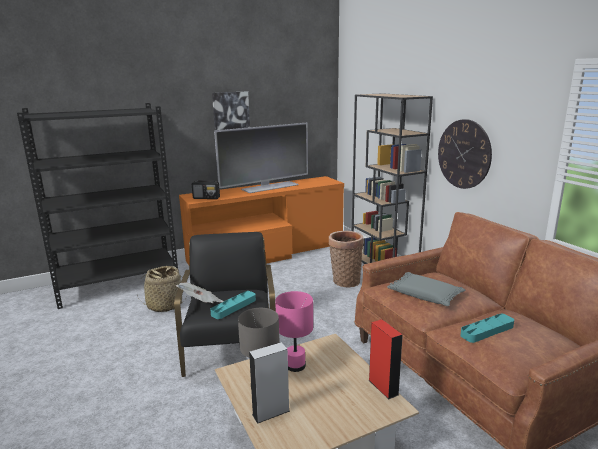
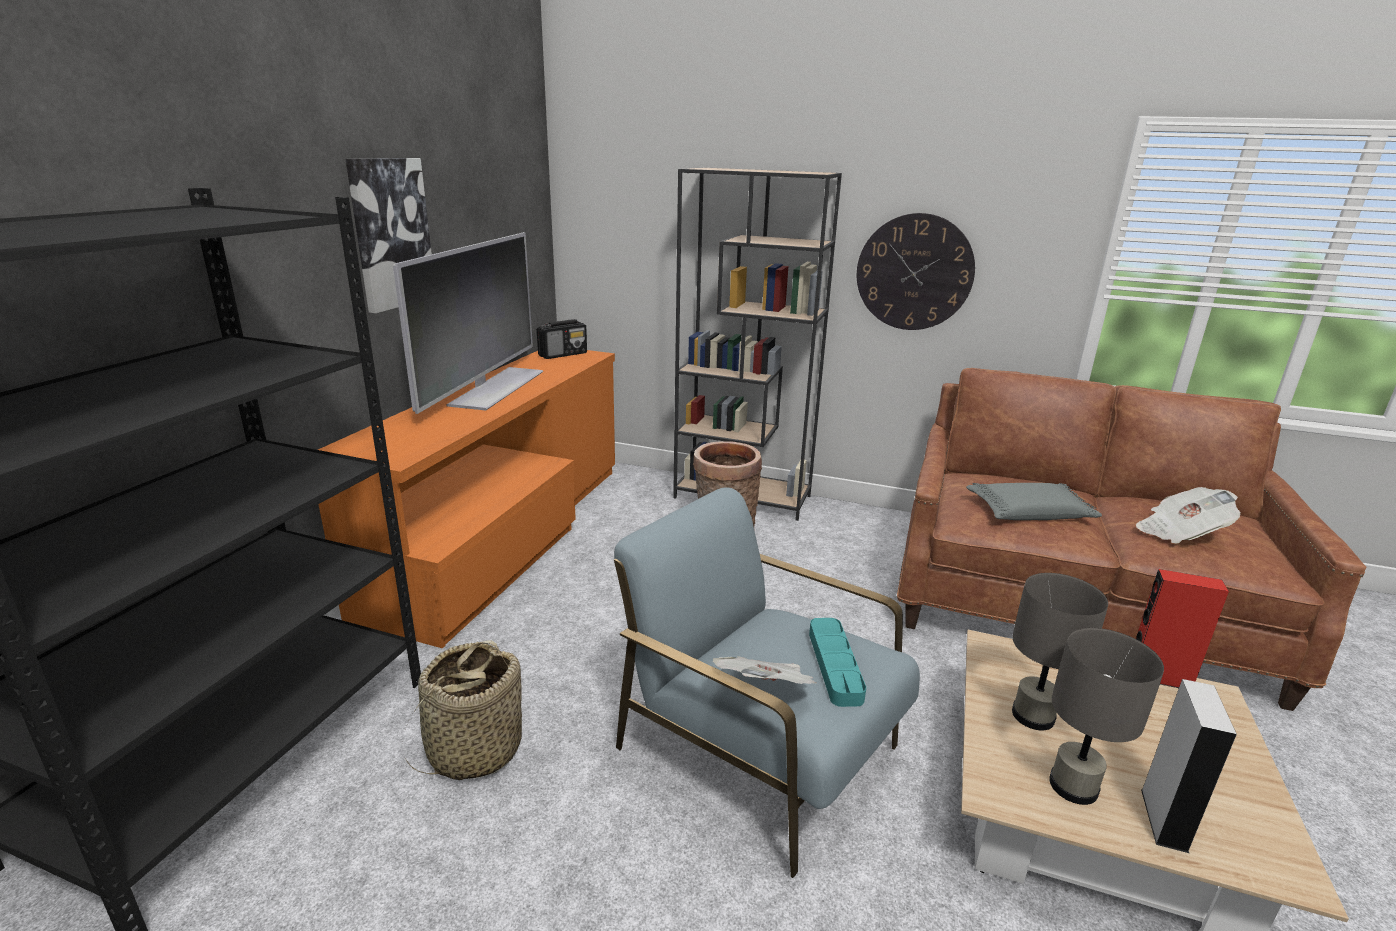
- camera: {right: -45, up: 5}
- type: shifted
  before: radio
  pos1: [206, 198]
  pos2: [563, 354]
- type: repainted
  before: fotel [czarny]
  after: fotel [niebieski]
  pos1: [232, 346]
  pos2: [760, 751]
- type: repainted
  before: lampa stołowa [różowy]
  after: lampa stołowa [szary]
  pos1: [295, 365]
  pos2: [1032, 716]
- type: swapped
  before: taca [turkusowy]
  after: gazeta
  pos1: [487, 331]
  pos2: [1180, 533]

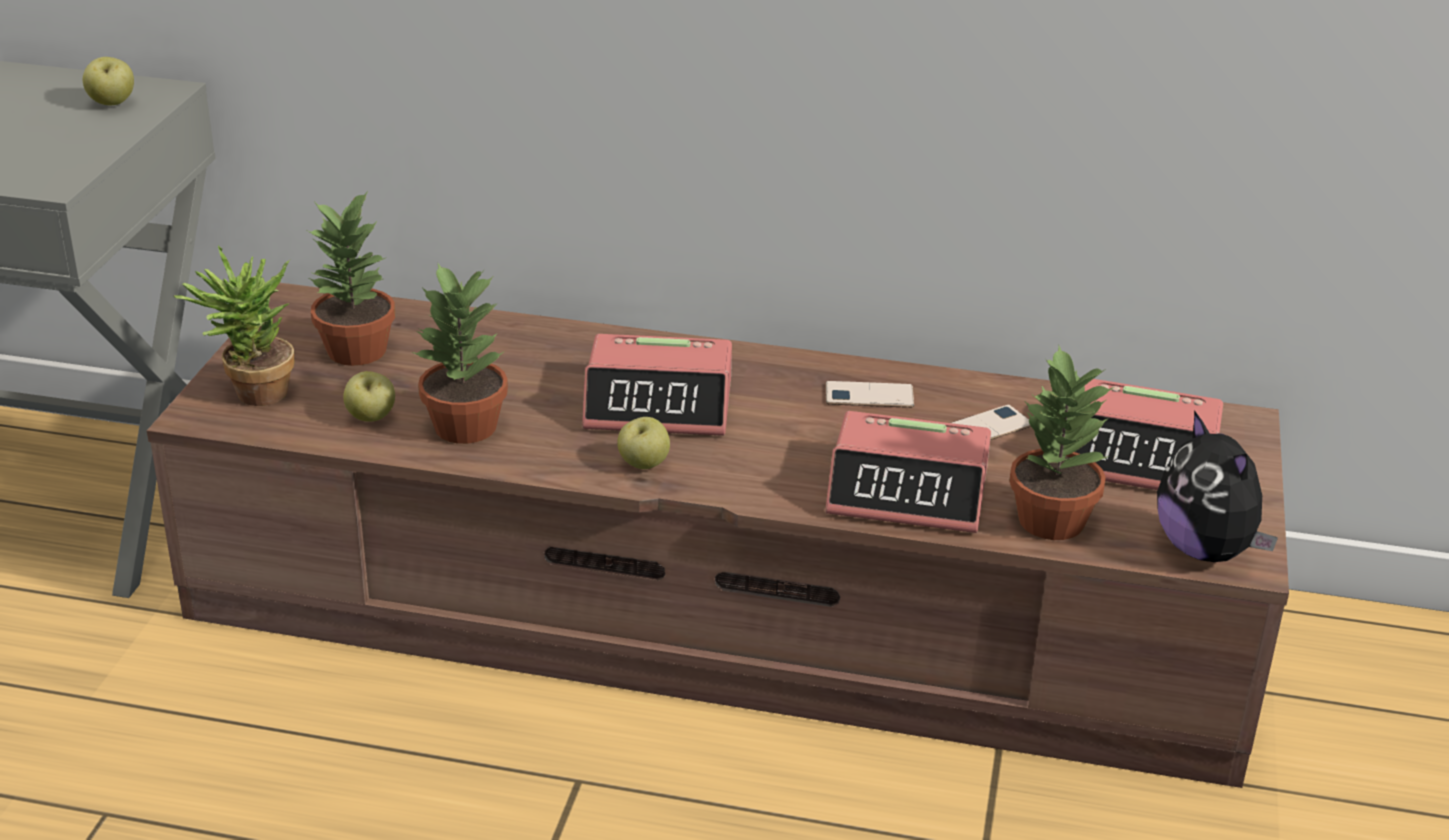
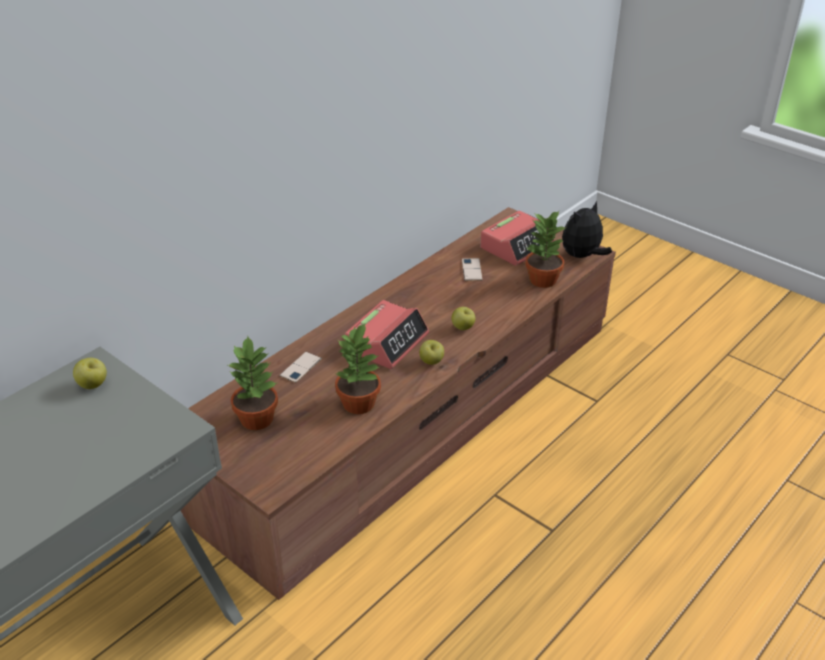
- camera: {right: -60, up: 5}
- type: shifted
  before: telefon
  pos1: [869, 395]
  pos2: [301, 367]
- type: shifted
  before: jabłko
  pos1: [371, 418]
  pos2: [463, 328]
- type: rotated
  before: pluszak
  pos1: [1206, 550]
  pos2: [582, 256]
  turn: 135
- type: gone
  before: roślina doniczkowa
  pos1: [251, 395]
- type: gone
  before: budzik
  pos1: [908, 492]

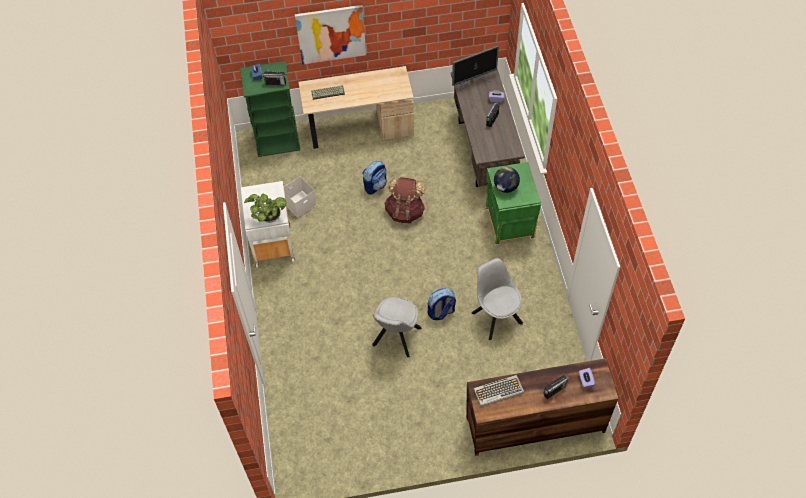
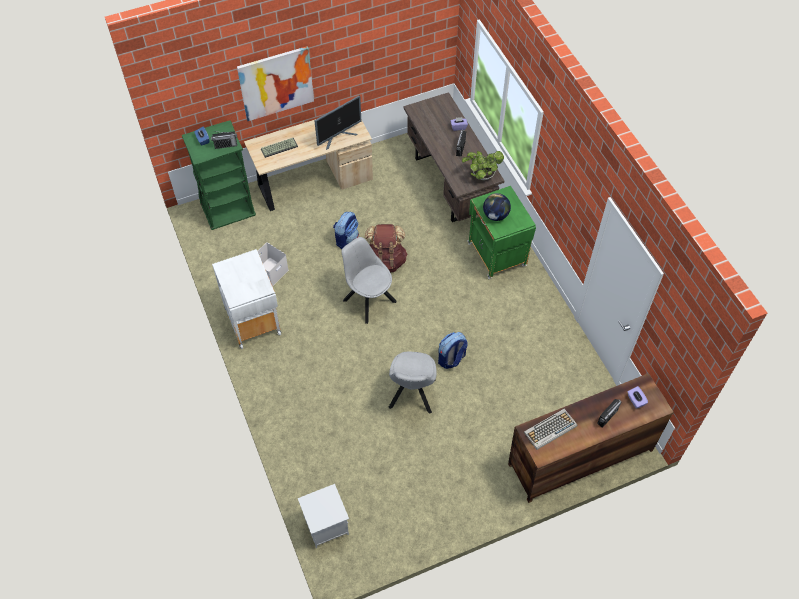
- camera: {right: -15, up: 0}
- type: new
  after: szafka nocna [szary]
  pos2: [325, 525]
- type: shifted
  before: monitor
  pos1: [473, 80]
  pos2: [338, 137]
- type: shifted
  before: krzesło [szary]
  pos1: [496, 317]
  pos2: [368, 300]
- type: shifted
  before: roślina doniczkowa
  pos1: [268, 217]
  pos2: [481, 176]

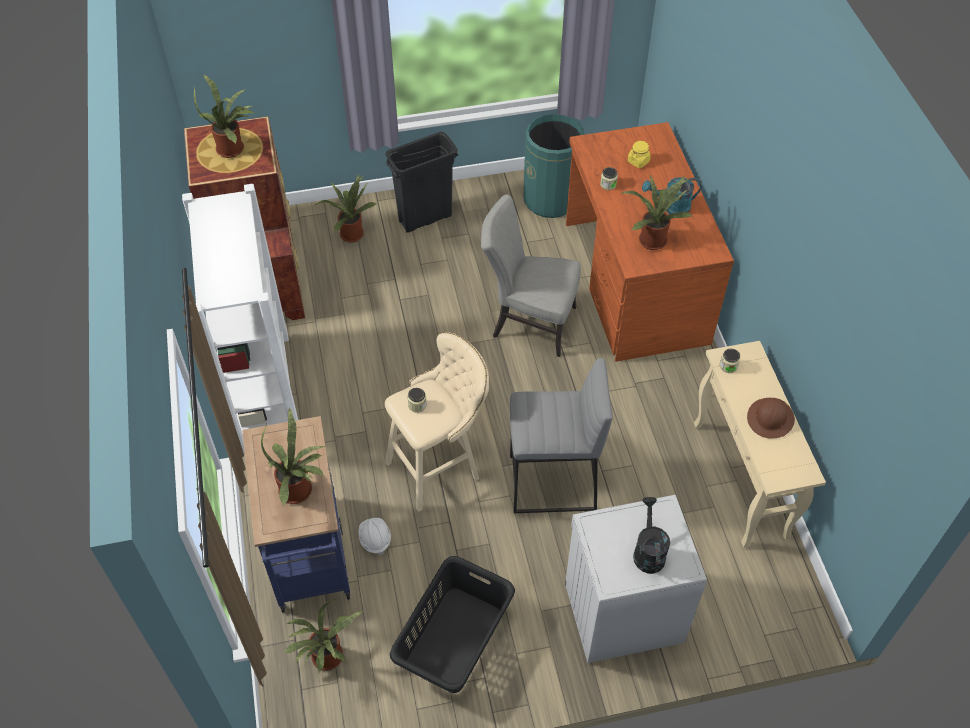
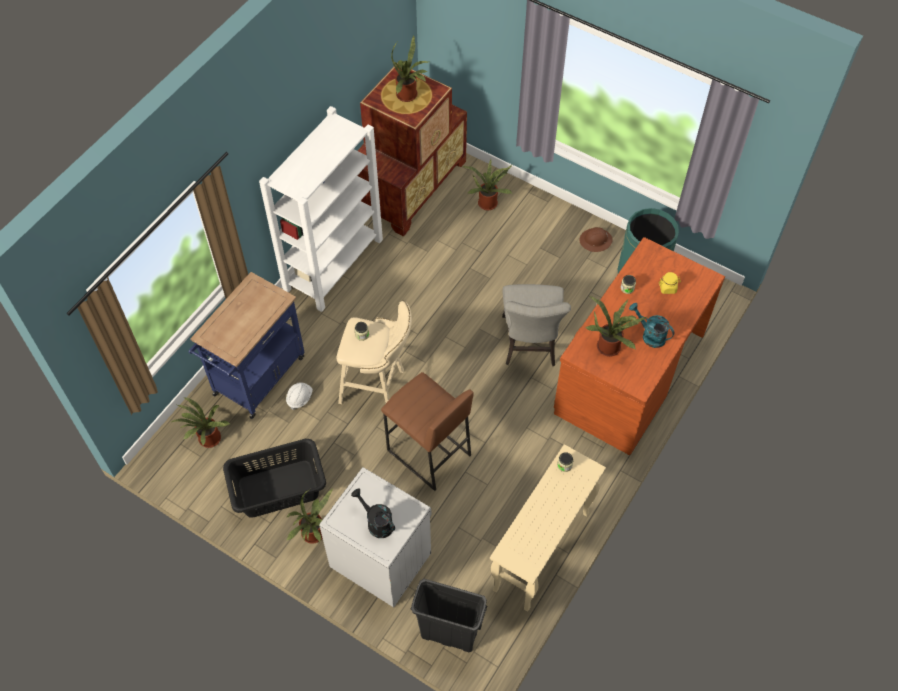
- camera: {right: 45, up: 5}
- type: shifted
  before: roślina doniczkowa
  pos1: [299, 491]
  pos2: [315, 535]
- type: rotated
  before: konewka [czarny]
  pos1: [648, 551]
  pos2: [376, 523]
  turn: -90
- type: repainted
  before: stołek [szary]
  after: stołek [brązowy]
  pos1: [552, 483]
  pos2: [428, 453]
- type: shifted
  before: kosz na śmieci [czarny]
  pos1: [425, 218]
  pos2: [449, 635]
- type: rotated
  before: krzesło [szary]
  pos1: [528, 322]
  pos2: [530, 344]
  turn: -150
- type: shifted
  before: kask [brązowy]
  pos1: [770, 419]
  pos2: [595, 240]

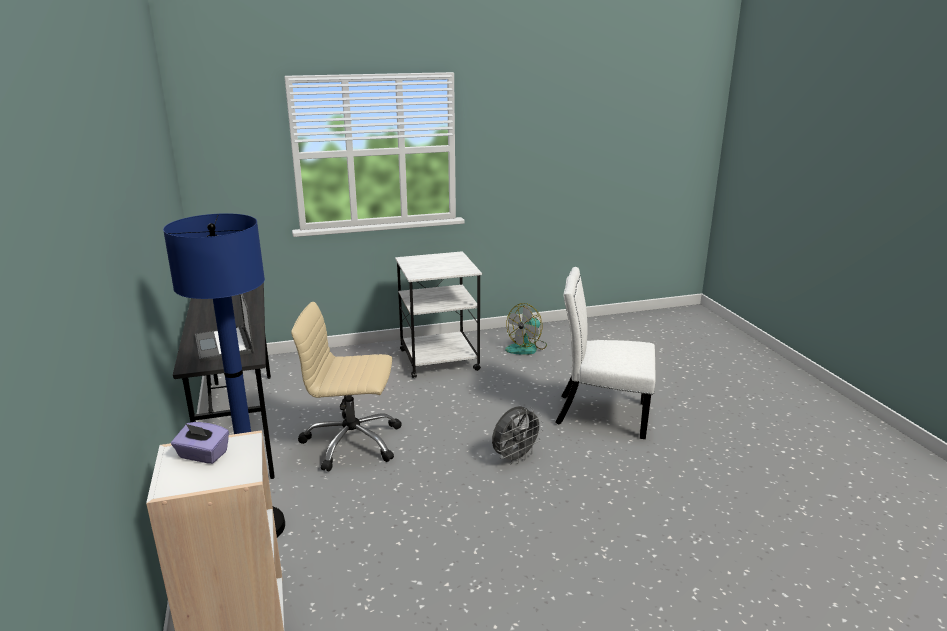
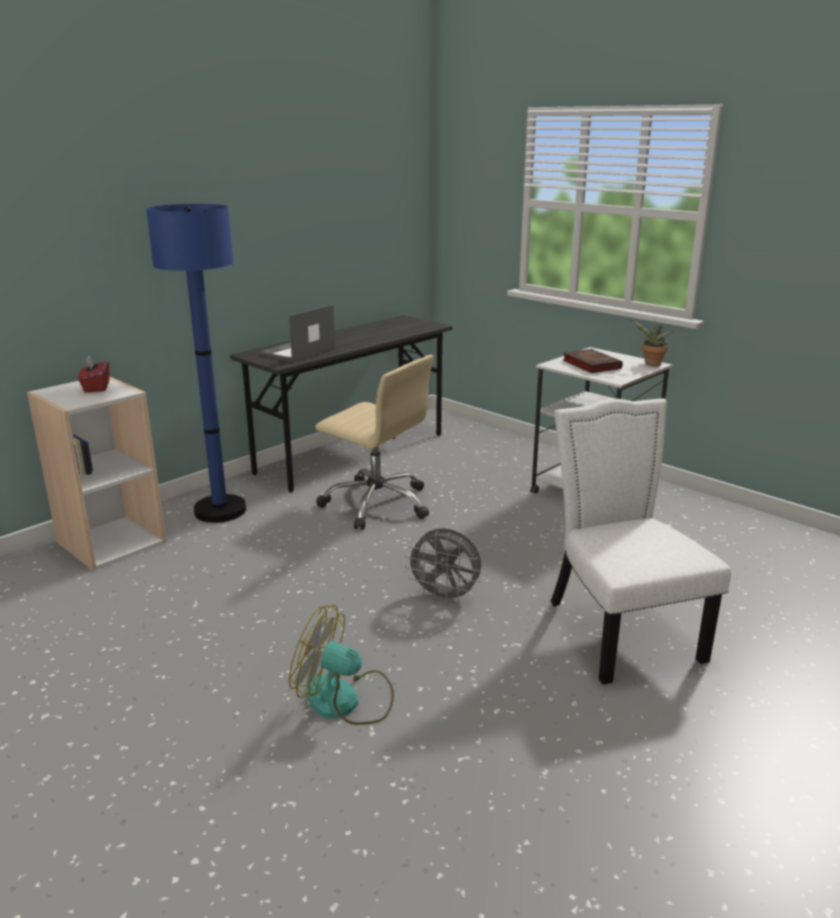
- camera: {right: 60, up: 0}
- type: repainted
  before: pudełko chusteczek [fioletowy]
  after: pudełko chusteczek [czerwony]
  pos1: [203, 455]
  pos2: [96, 387]
- type: shifted
  before: wentylator
  pos1: [527, 347]
  pos2: [345, 701]
- type: rotated
  before: krzesło biurowe [beżowy]
  pos1: [351, 442]
  pos2: [377, 504]
  turn: 150
- type: new
  after: książka
  pos2: [589, 364]
- type: new
  after: roślina doniczkowa
  pos2: [651, 364]

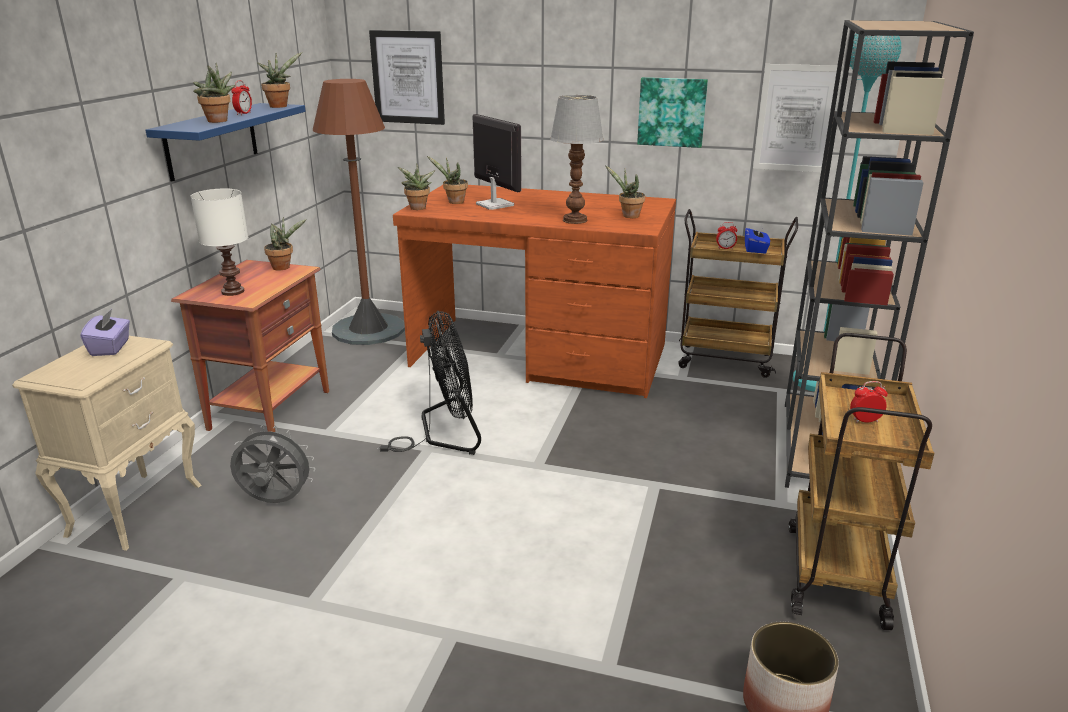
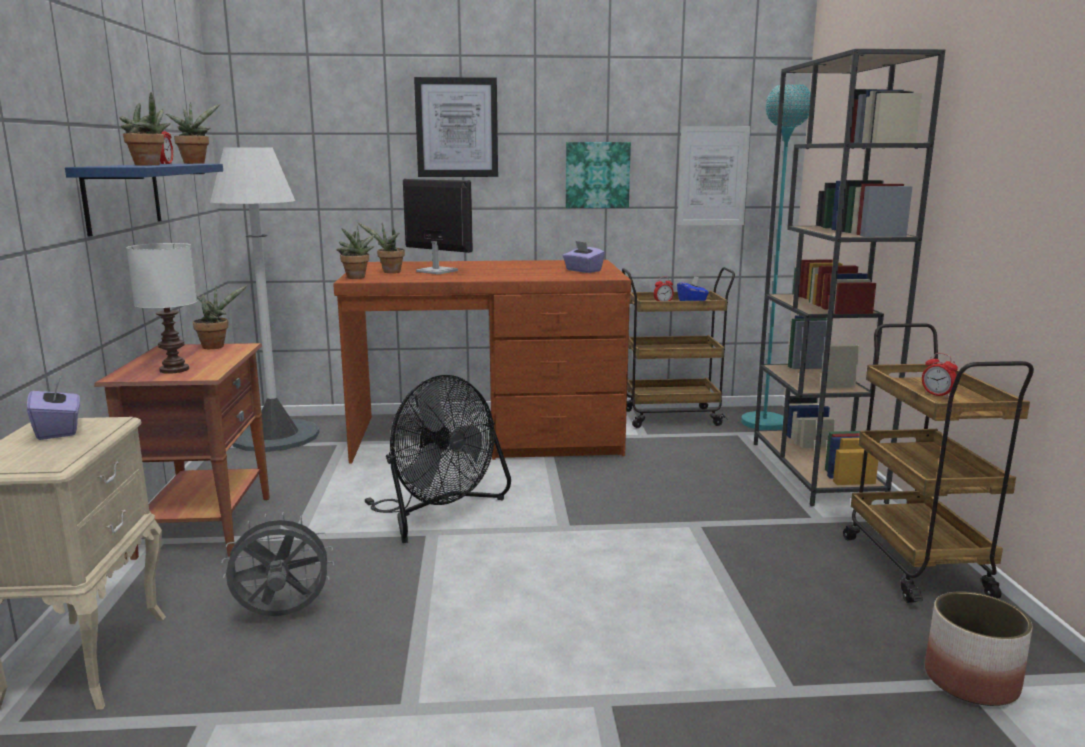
- camera: {right: -20, up: -10}
- type: repainted
  before: lampa stojąca [brązowy]
  after: lampa stojąca [biały]
  pos1: [368, 330]
  pos2: [275, 436]
- type: rotated
  before: wentylator [czarny]
  pos1: [442, 430]
  pos2: [434, 513]
  turn: 75
- type: shifted
  before: obraz
  pos1: [408, 77]
  pos2: [457, 128]
- type: swapped
  before: roślina doniczkowa
  after: pudełko chusteczek [fioletowy]
  pos1: [628, 216]
  pos2: [583, 271]
- type: rotated
  before: budzik
  pos1: [865, 421]
  pos2: [937, 395]
  turn: -105
- type: gone
  before: lampa stołowa
  pos1: [575, 220]

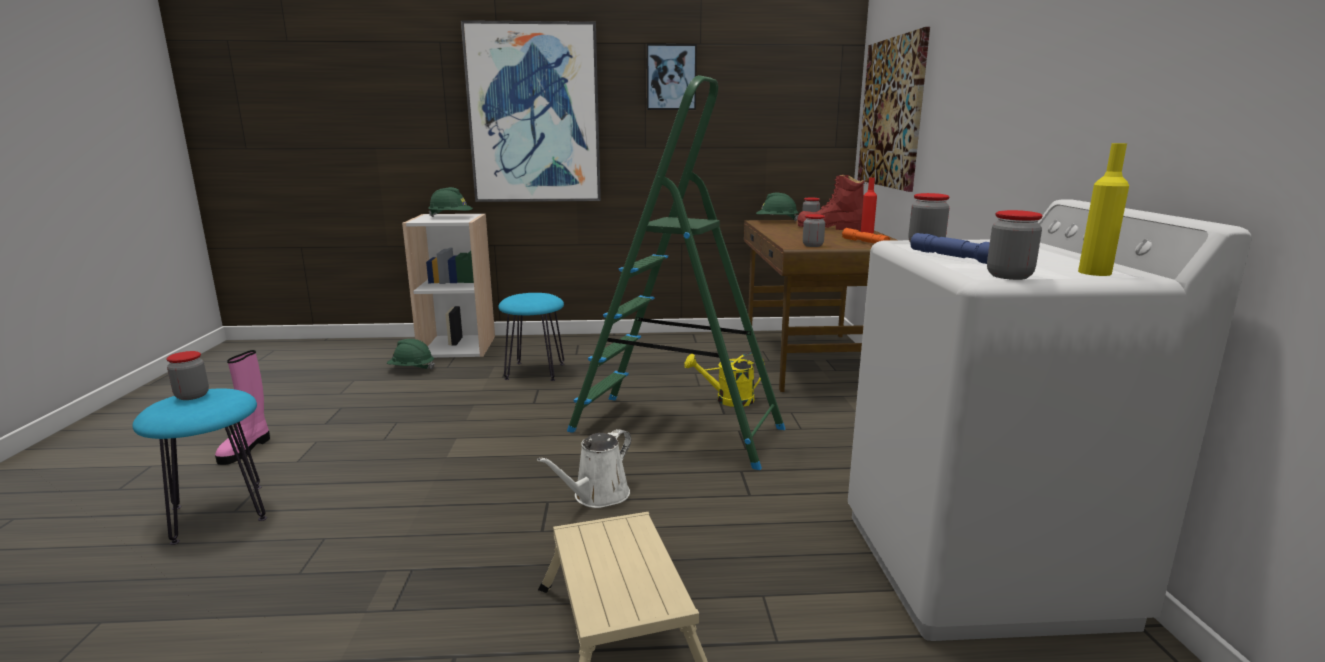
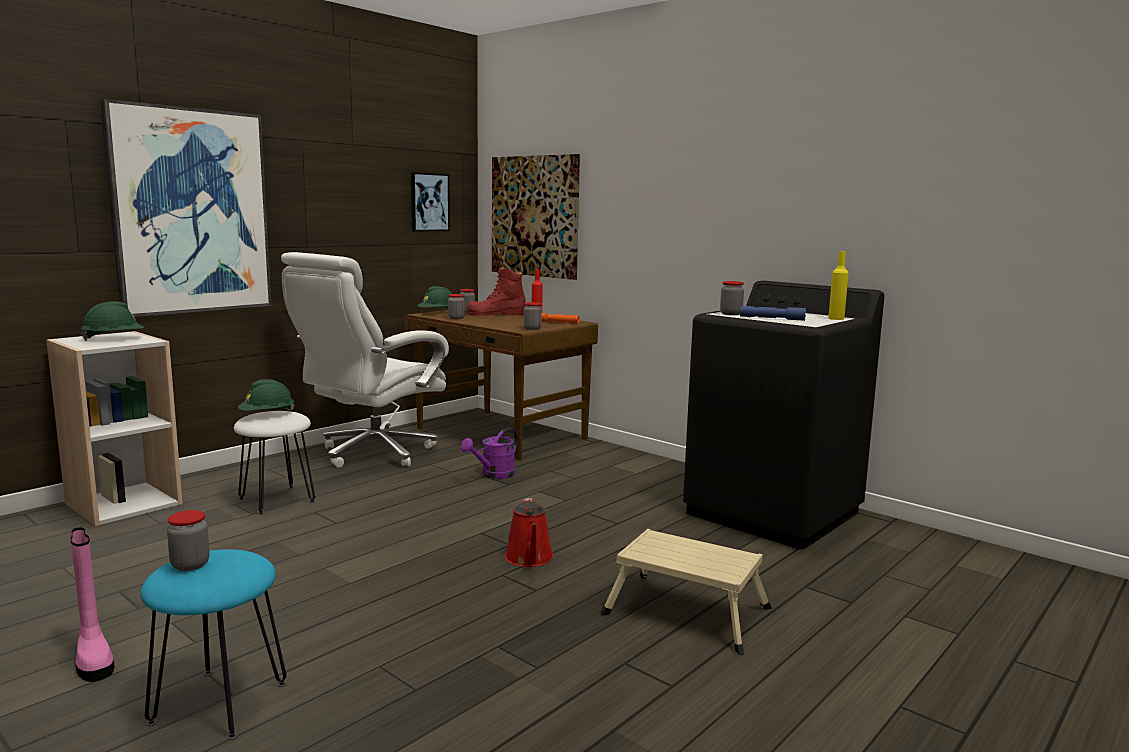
- camera: {right: -45, up: -5}
- type: repainted
  before: stołek [turkusowy]
  after: stołek [biały]
  pos1: [535, 371]
  pos2: [277, 500]
- type: shifted
  before: kask [zielony]
  pos1: [411, 369]
  pos2: [267, 415]
- type: new
  after: krzesło biurowe [biały]
  pos2: [371, 455]
- type: shifted
  before: obraz
  pos1: [671, 77]
  pos2: [429, 202]
- type: shifted
  before: słoik
  pos1: [1009, 276]
  pos2: [456, 318]
- type: repainted
  before: konewka [żółty]
  after: konewka [fioletowy]
  pos1: [728, 400]
  pos2: [494, 475]
- type: repainted
  before: konewka [biały]
  after: konewka [czerwony]
  pos1: [597, 496]
  pos2: [529, 559]
- type: repainted
  before: pralka [biały]
  after: pralka [czarny]
  pos1: [980, 566]
  pos2: [773, 513]
- type: gone
  before: drabinka [zielony]
  pos1: [675, 430]

